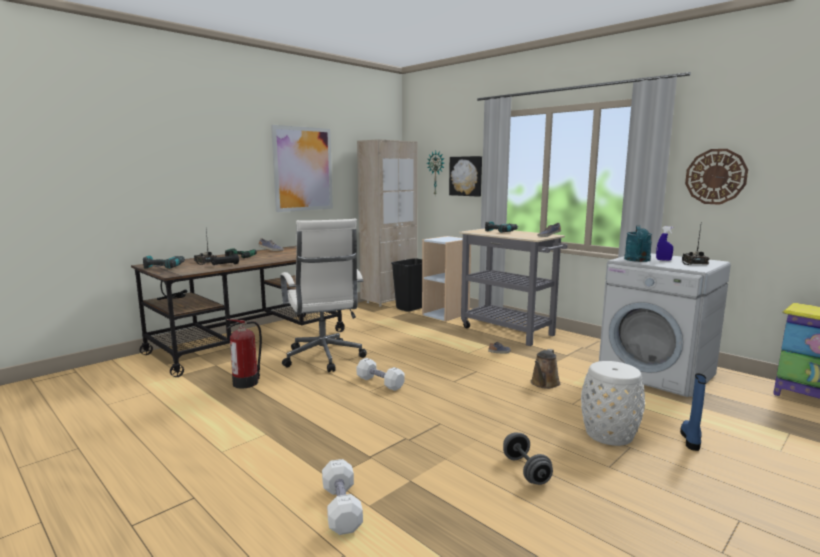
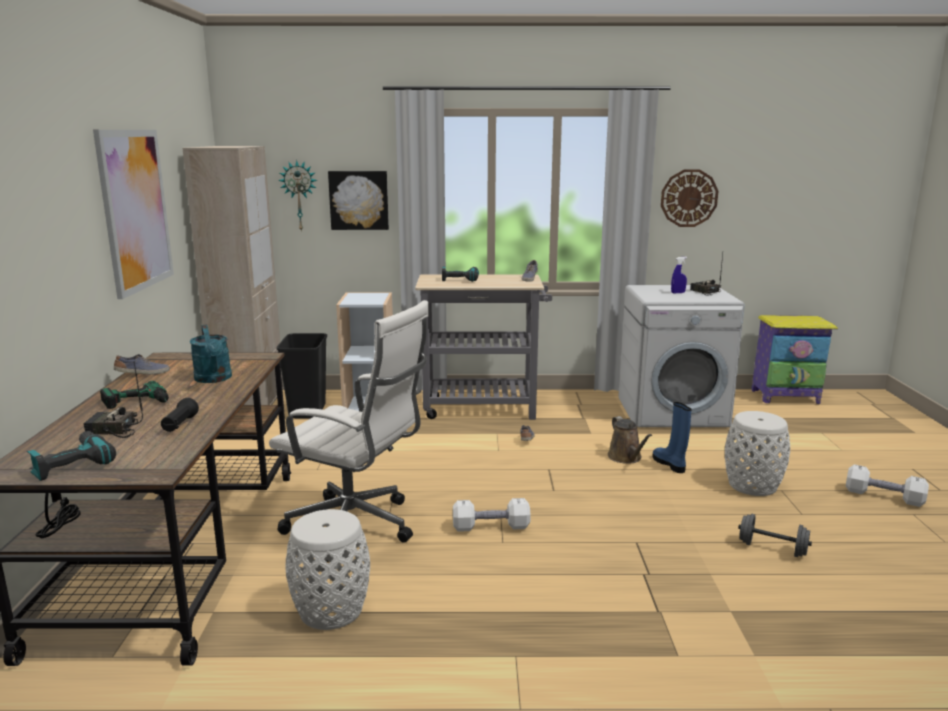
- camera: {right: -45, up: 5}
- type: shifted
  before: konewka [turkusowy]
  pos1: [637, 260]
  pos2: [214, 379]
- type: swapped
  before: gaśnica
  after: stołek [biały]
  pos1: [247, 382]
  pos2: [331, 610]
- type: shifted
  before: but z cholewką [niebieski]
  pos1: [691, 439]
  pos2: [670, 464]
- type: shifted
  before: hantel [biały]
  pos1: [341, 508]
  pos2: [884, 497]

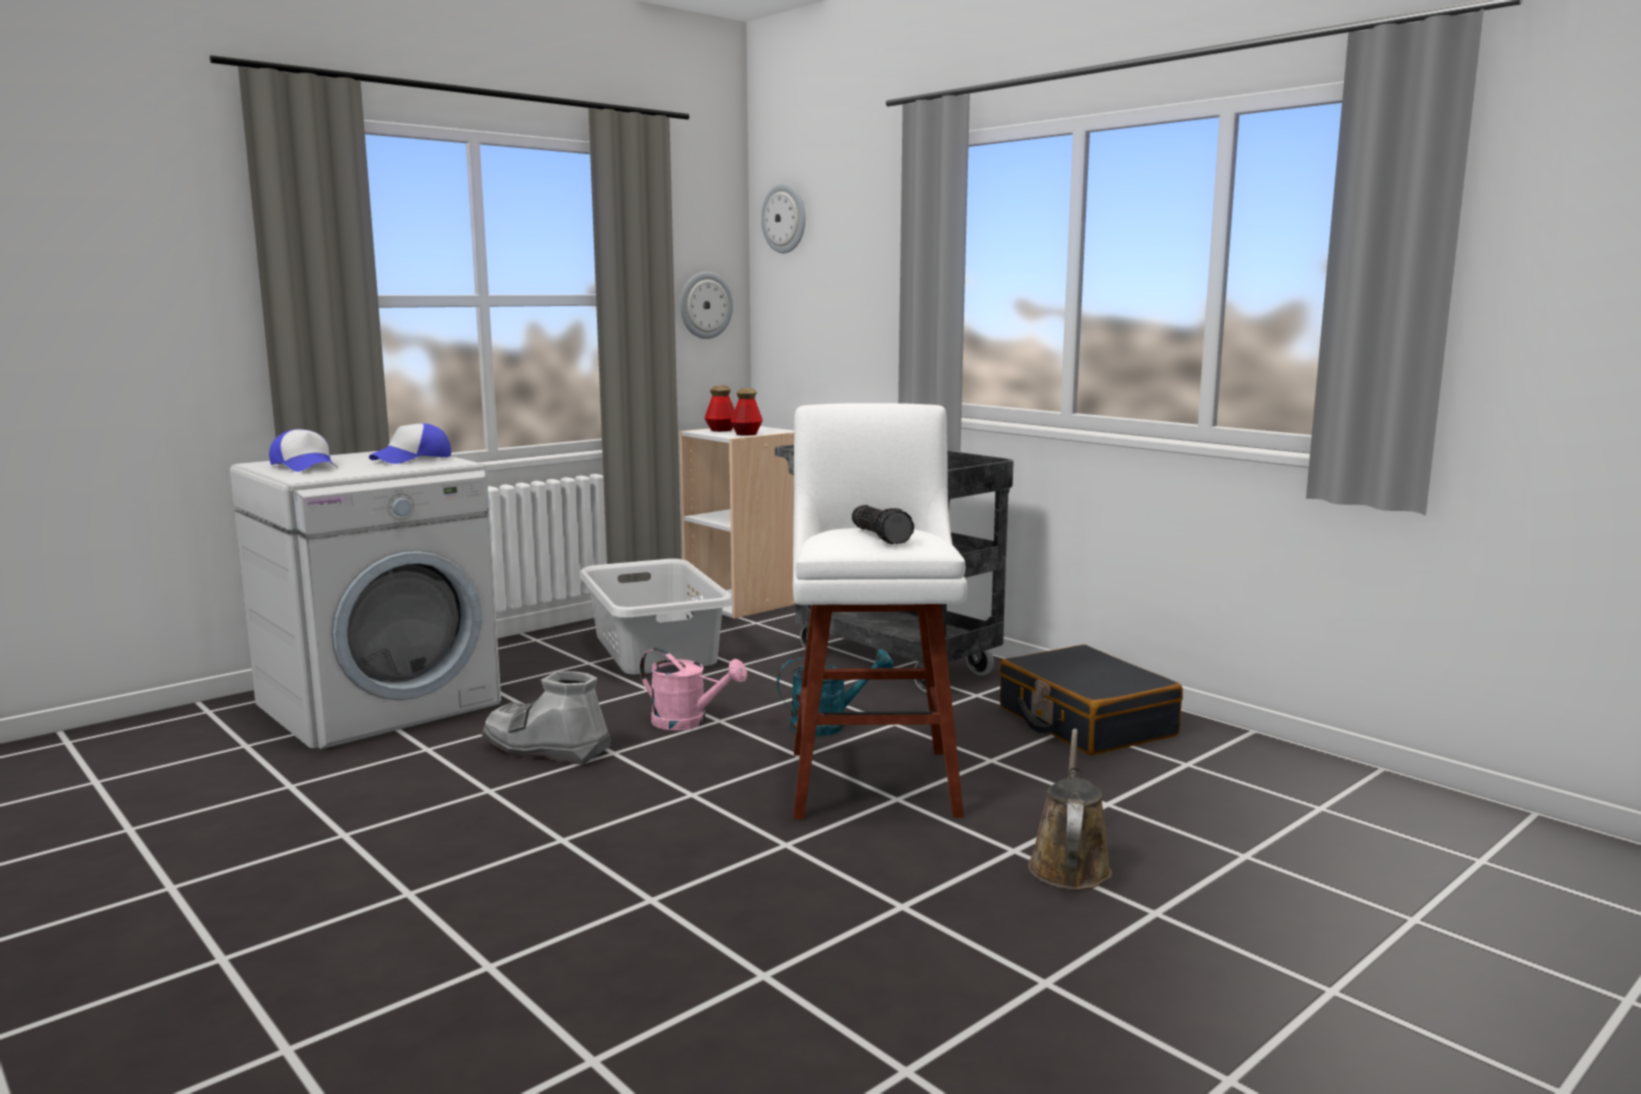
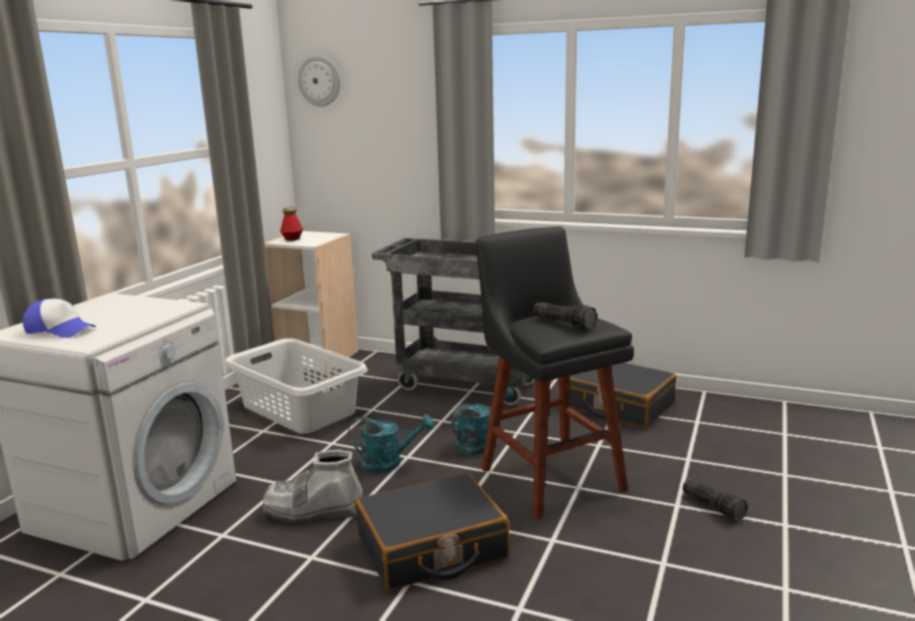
- camera: {right: -25, up: 5}
- type: repainted
  before: konewka [różowy]
  after: konewka [turkusowy]
  pos1: [688, 722]
  pos2: [389, 463]
- type: new
  after: walizka [czarny]
  pos2: [432, 548]
- type: repainted
  before: stołek [biały]
  after: stołek [czarny]
  pos1: [874, 780]
  pos2: [550, 477]
- type: swapped
  before: konewka [brązowy]
  after: latarka
  pos1: [1069, 865]
  pos2: [714, 506]
- type: gone
  before: czapka z daszkiem
  pos1: [412, 459]
- type: gone
  before: zegar ścienny
  pos1: [705, 305]
- type: gone
  before: butelka
  pos1: [746, 434]

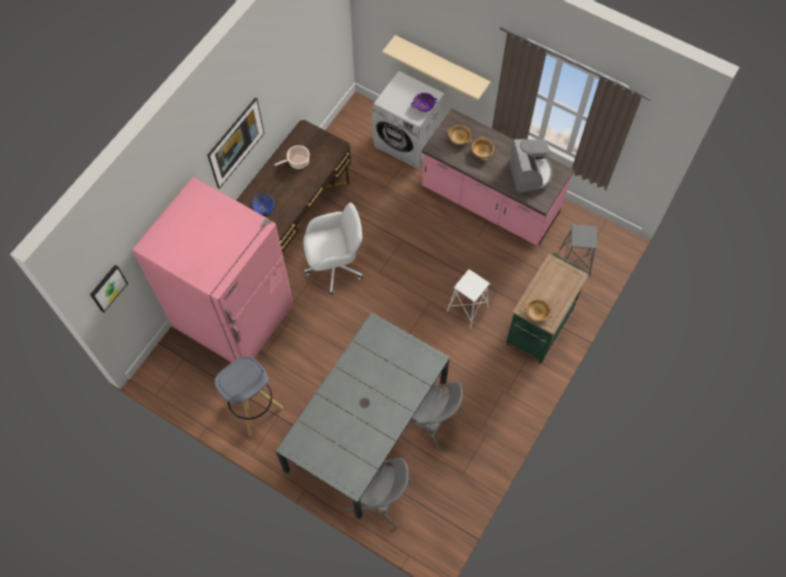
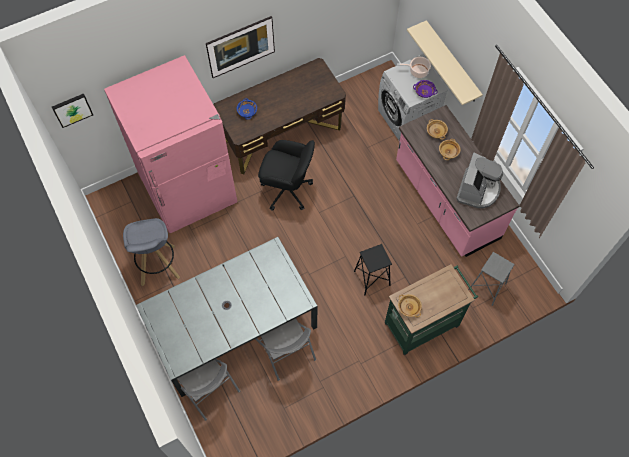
- camera: {right: 30, up: 0}
- type: repainted
  before: krzesło biurowe [biały]
  after: krzesło biurowe [czarny]
  pos1: [335, 268]
  pos2: [287, 191]
- type: repainted
  before: stołek [biały]
  after: stołek [czarny]
  pos1: [467, 309]
  pos2: [371, 278]
- type: shifted
  before: garnek
  pos1: [297, 162]
  pos2: [417, 71]

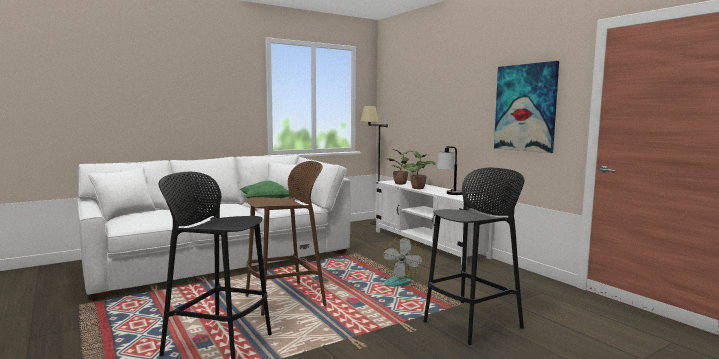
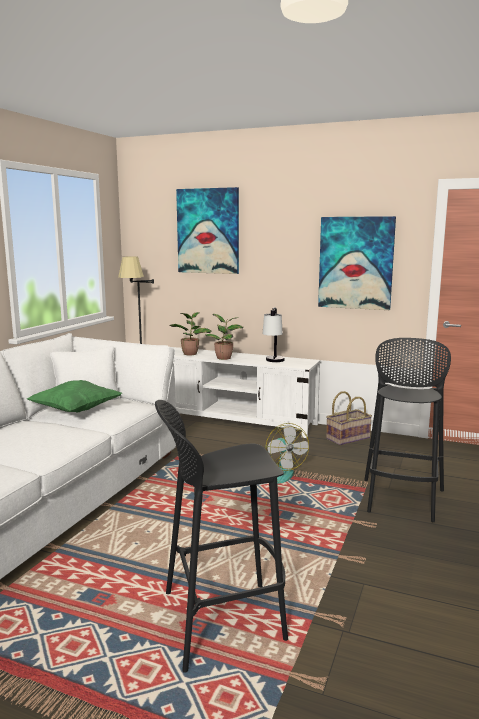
- camera: {right: -35, up: 5}
- type: new
  after: obraz
  pos2: [208, 231]
- type: new
  after: koszyk
  pos2: [347, 438]
- type: gone
  before: stołek [brązowy]
  pos1: [286, 299]

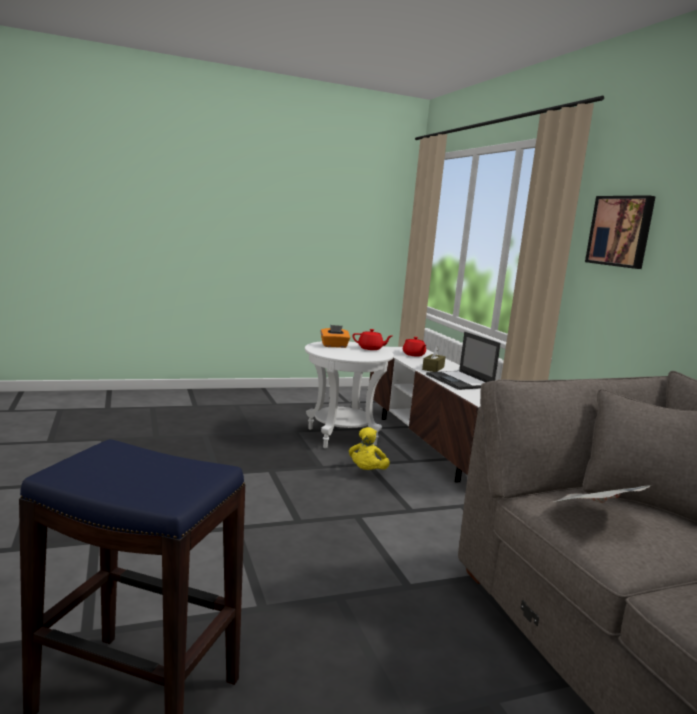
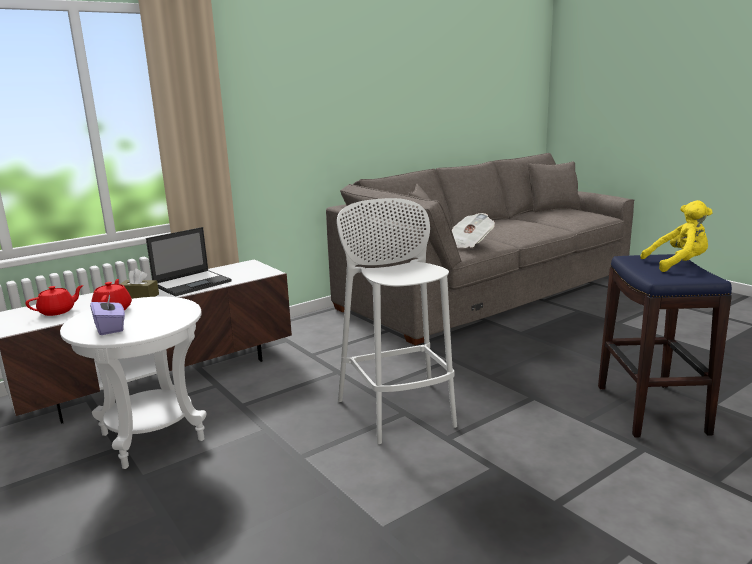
- camera: {right: -105, up: 5}
- type: repainted
  before: pudełko chusteczek [pomarańczowy]
  after: pudełko chusteczek [fioletowy]
  pos1: [334, 346]
  pos2: [110, 328]
- type: new
  after: stołek [biały]
  pos2: [399, 410]
- type: shifted
  before: pluszak [żółty]
  pos1: [367, 472]
  pos2: [678, 264]
- type: gone
  before: obraz
  pos1: [621, 231]

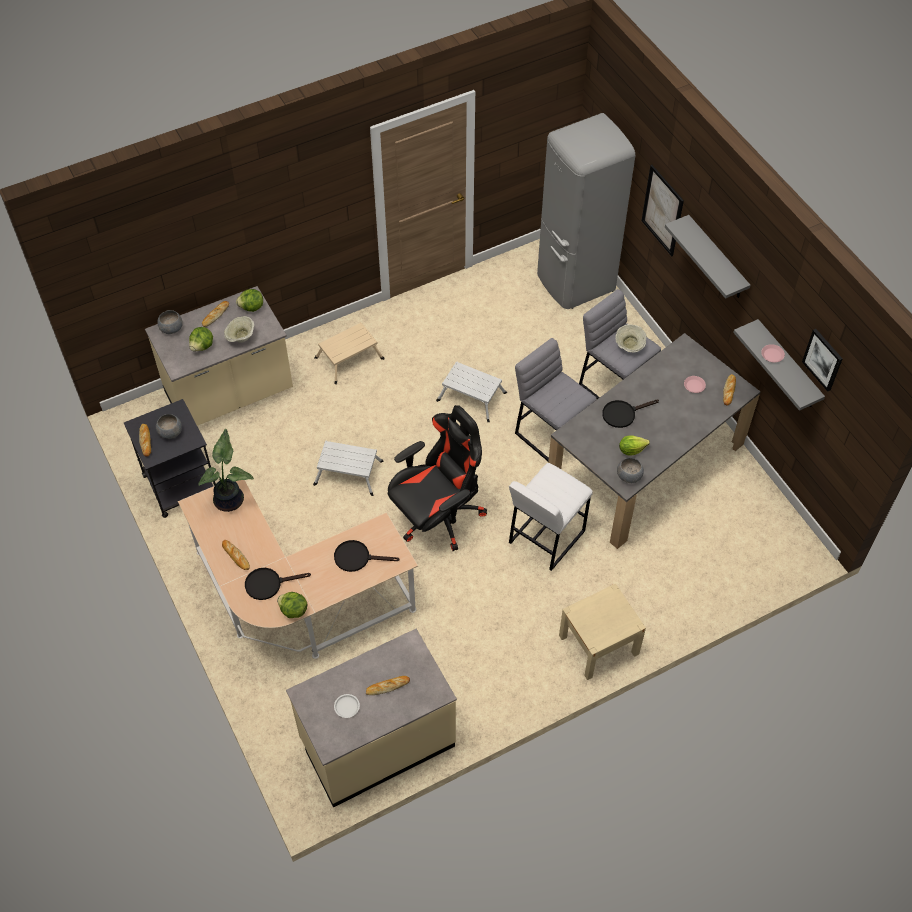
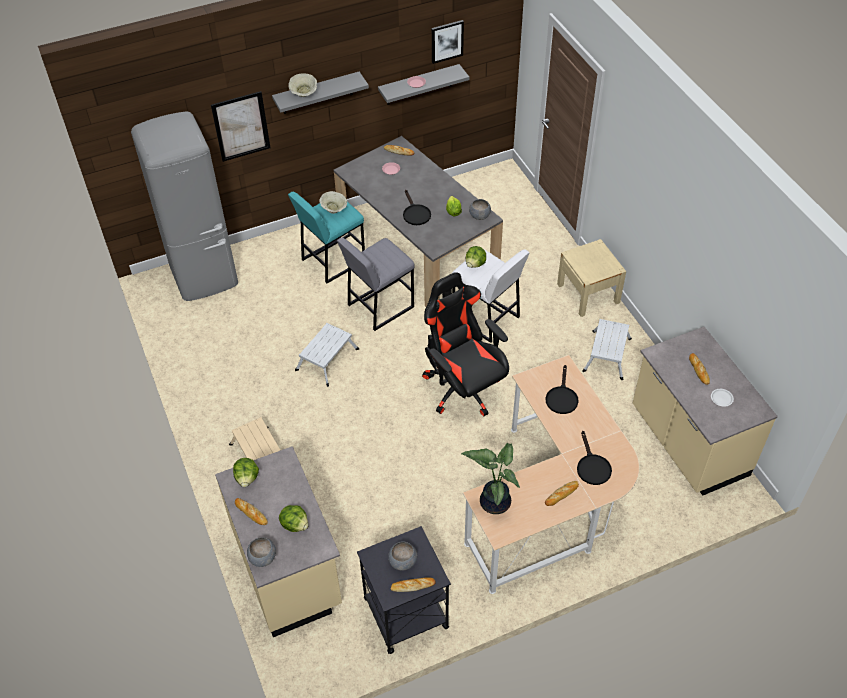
- camera: {right: -85, up: -5}
- type: shifted
  before: miska [beżowy]
  pos1: [241, 337]
  pos2: [304, 94]
- type: repainted
  before: stołek [szary]
  after: stołek [turkusowy]
  pos1: [613, 386]
  pos2: [332, 261]
- type: shifted
  before: sałata
  pos1: [293, 610]
  pos2: [475, 264]
- type: shifted
  before: drabinka [biały]
  pos1: [348, 472]
  pos2: [607, 355]

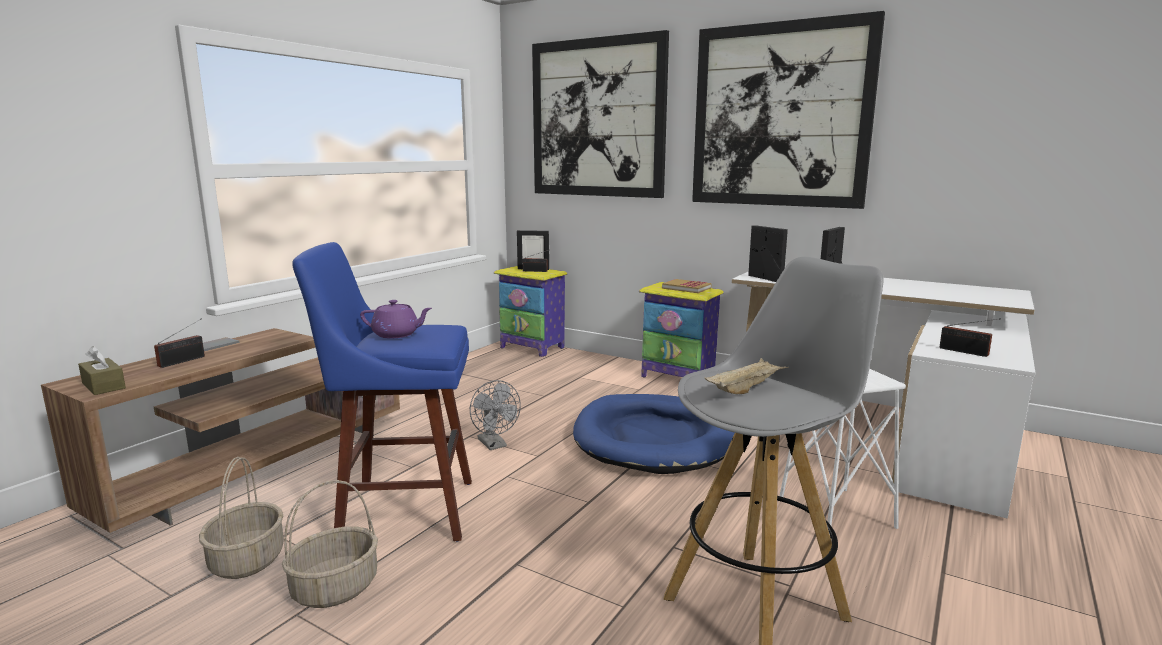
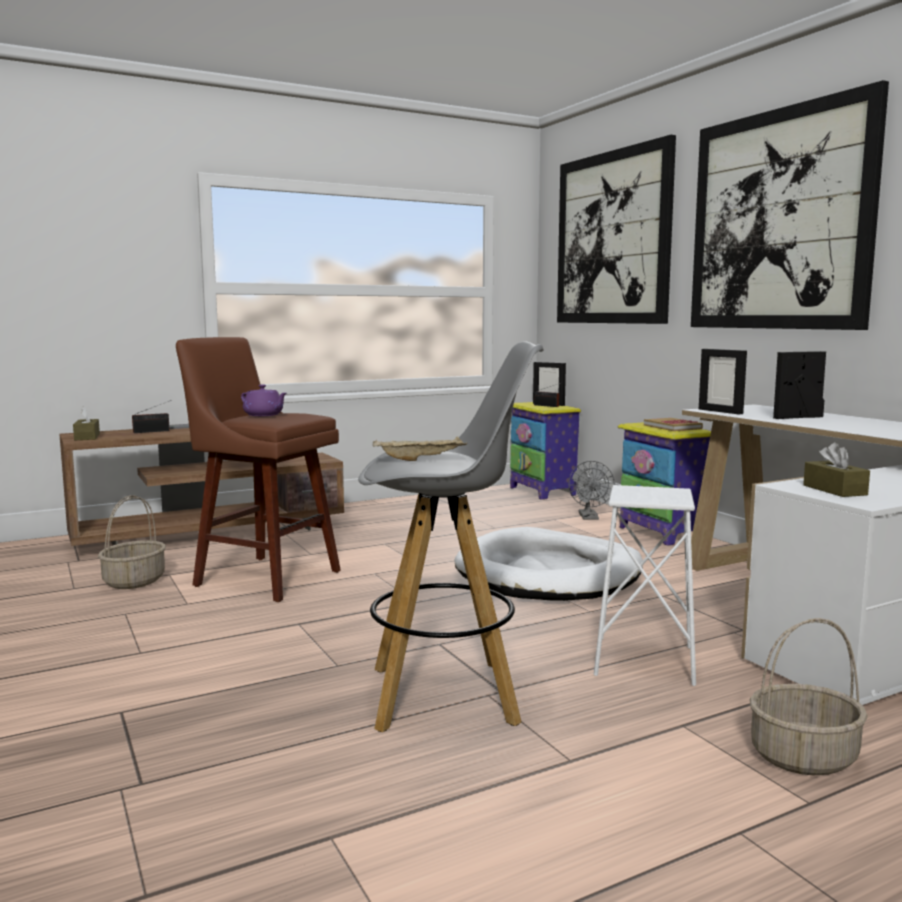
- camera: {right: 30, up: -5}
- type: repainted
  before: stołek [niebieski]
  after: stołek [brązowy]
  pos1: [404, 511]
  pos2: [265, 578]
- type: repainted
  before: legowisko [niebieski]
  after: legowisko [biały]
  pos1: [653, 438]
  pos2: [549, 573]
- type: shifted
  before: wentylator [szary]
  pos1: [494, 445]
  pos2: [589, 518]
- type: rotated
  before: ramka na zdjęcie
  pos1: [764, 278]
  pos2: [721, 411]
  turn: 150
- type: shifted
  before: koszyk
  pos1: [334, 589]
  pos2: [803, 757]
- type: swapped
  before: radio
  after: pudełko chusteczek [brązowy]
  pos1: [966, 352]
  pos2: [834, 490]

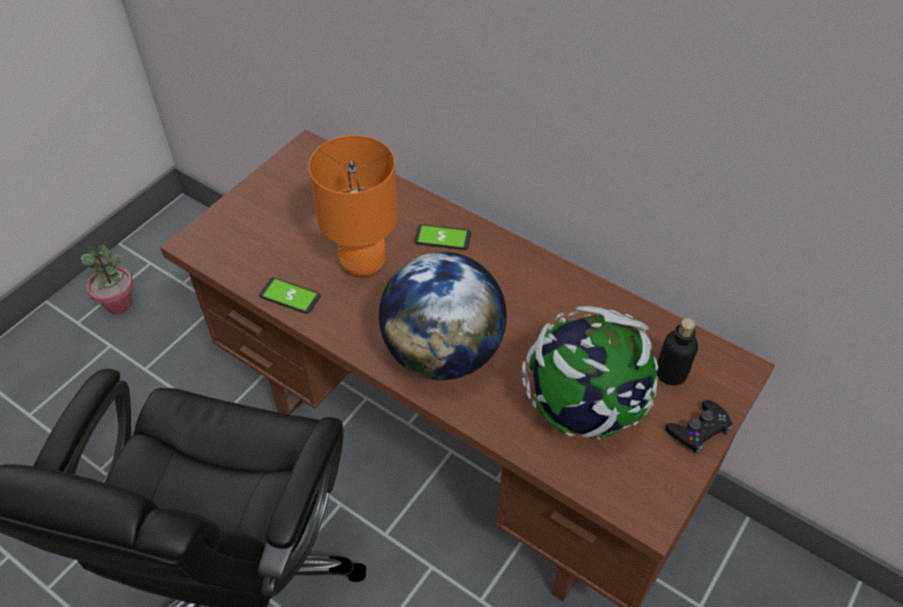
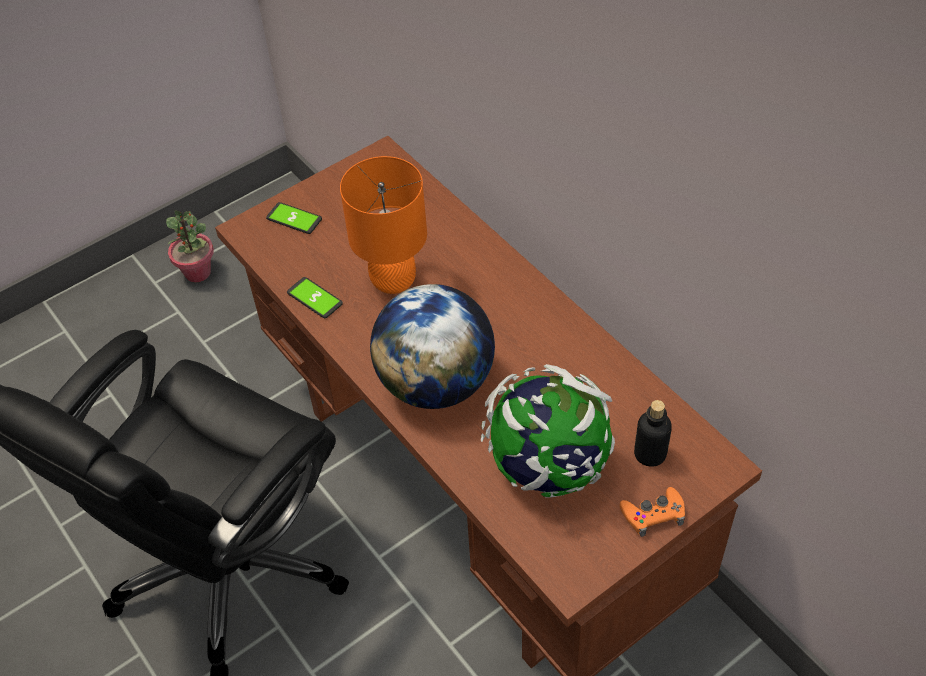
- camera: {right: 20, up: 0}
- type: shifted
  before: telefon
  pos1: [442, 238]
  pos2: [294, 219]
- type: repainted
  before: pad do gier [czarny]
  after: pad do gier [pomarańczowy]
  pos1: [699, 430]
  pos2: [653, 514]

